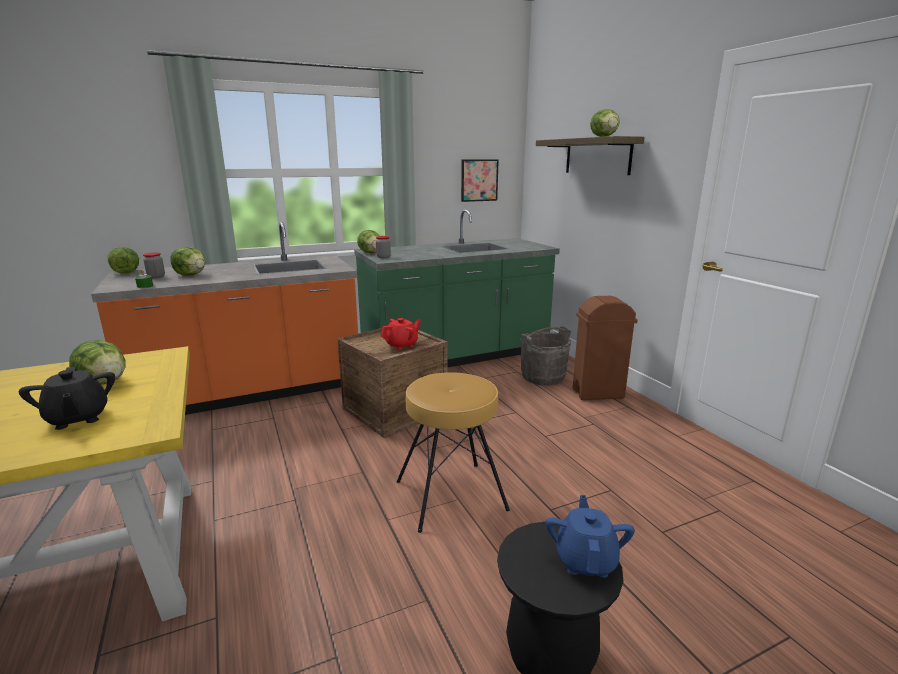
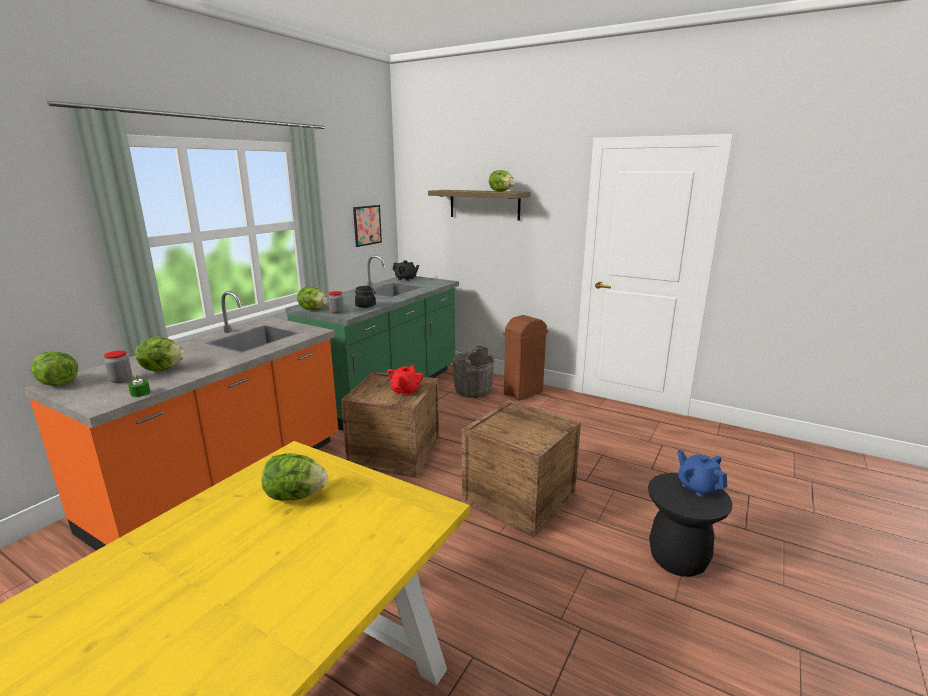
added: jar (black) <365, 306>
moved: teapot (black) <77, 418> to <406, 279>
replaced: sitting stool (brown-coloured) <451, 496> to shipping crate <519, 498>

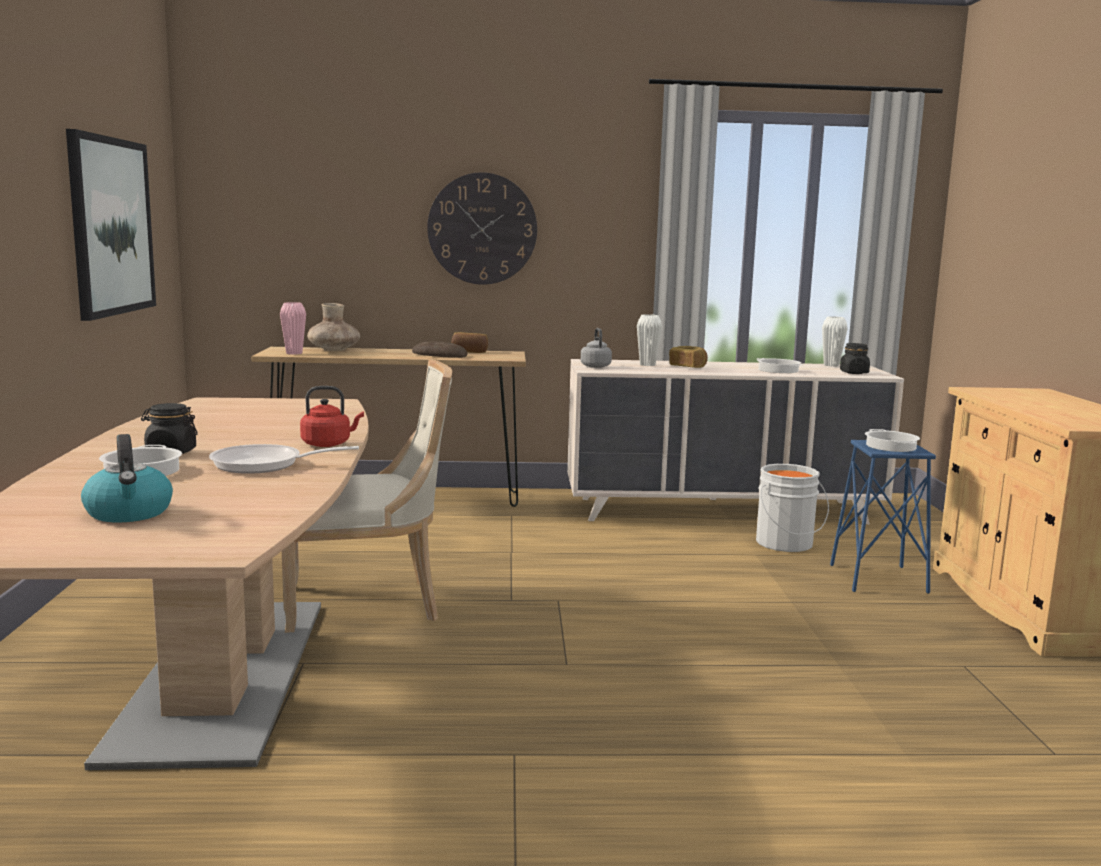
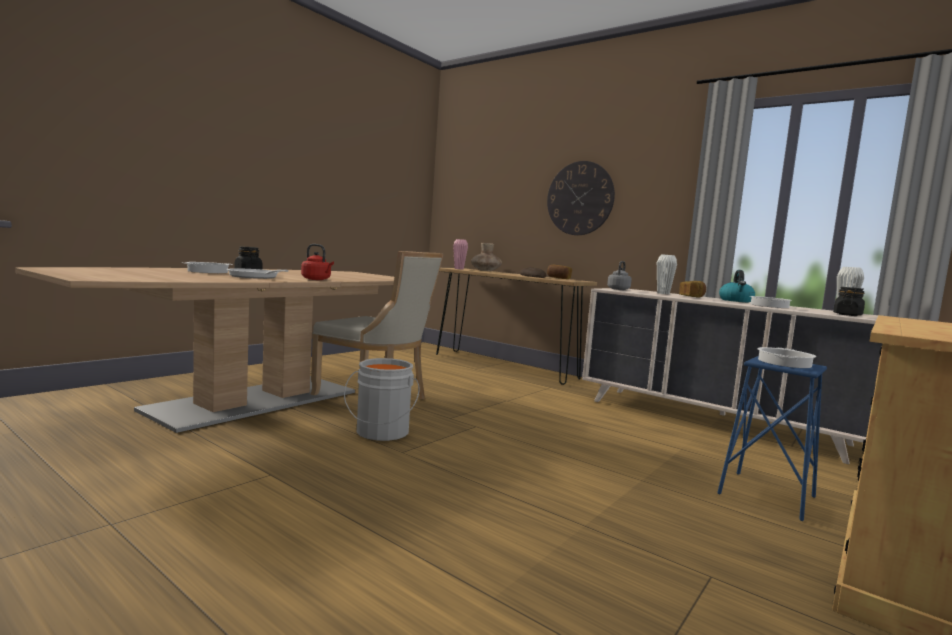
removed: picture <111, 226>
moved: water kettle <129, 513> to <736, 301>; water bucket (grey) <786, 544> to <381, 433>

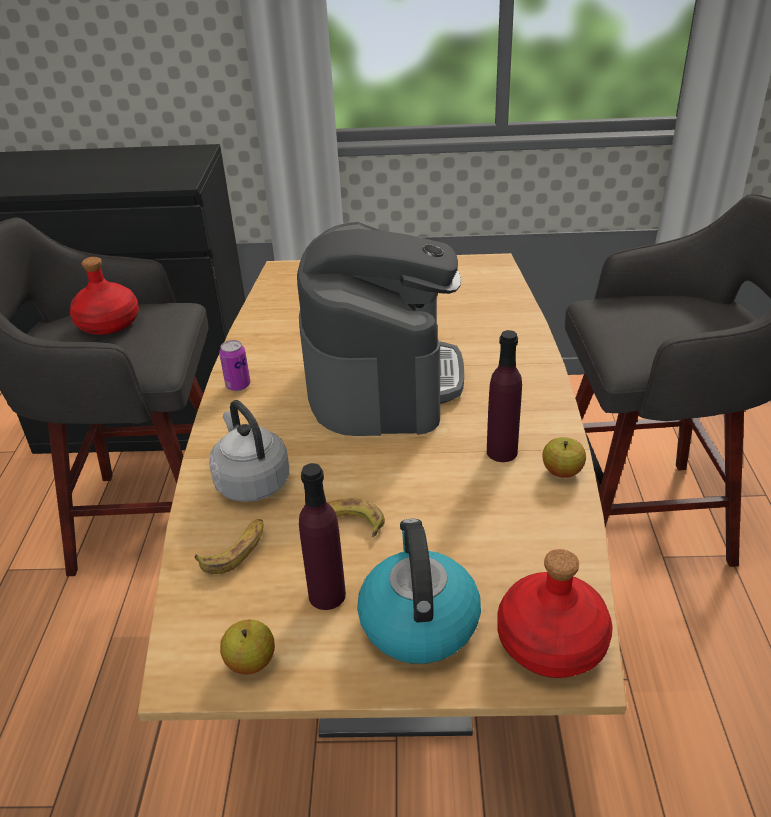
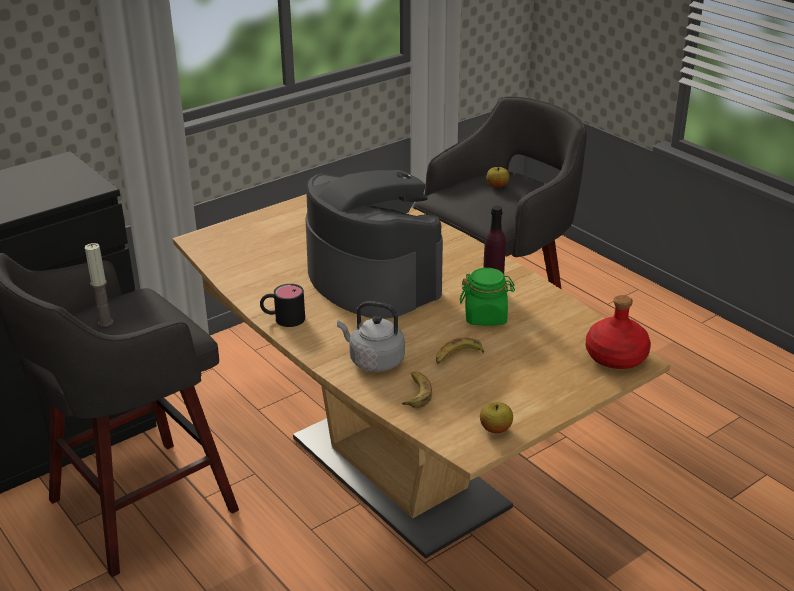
removed: bottle (purple-coloured) <327, 595>; water kettle <418, 620>
added: jar (green) <486, 317>
moved: whole apple <562, 471> to <497, 186>
replaced: bottle (reddish) <108, 324> to wax light <105, 322>; sealed can <238, 385> to coffee mug (black) <283, 318>

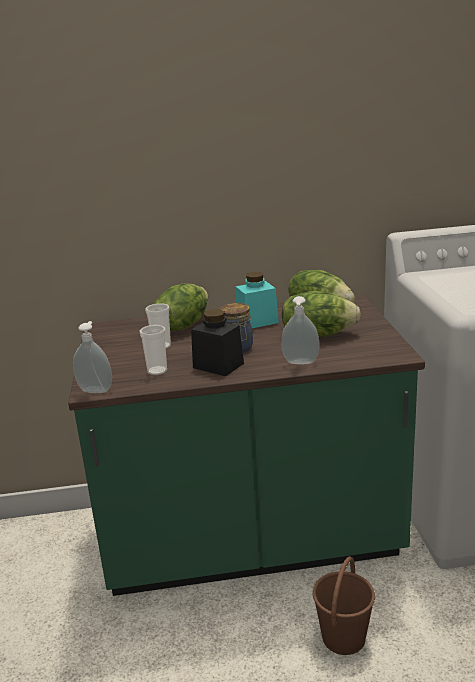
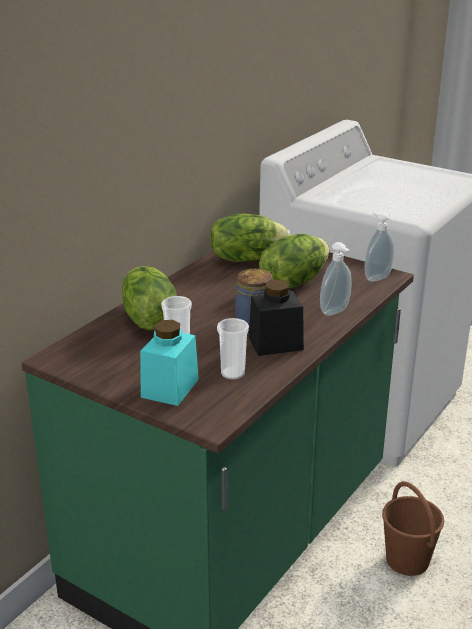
moved: soap dispenser <96, 390> to <376, 277>; jar (blue-green) <257, 321> to <170, 388>

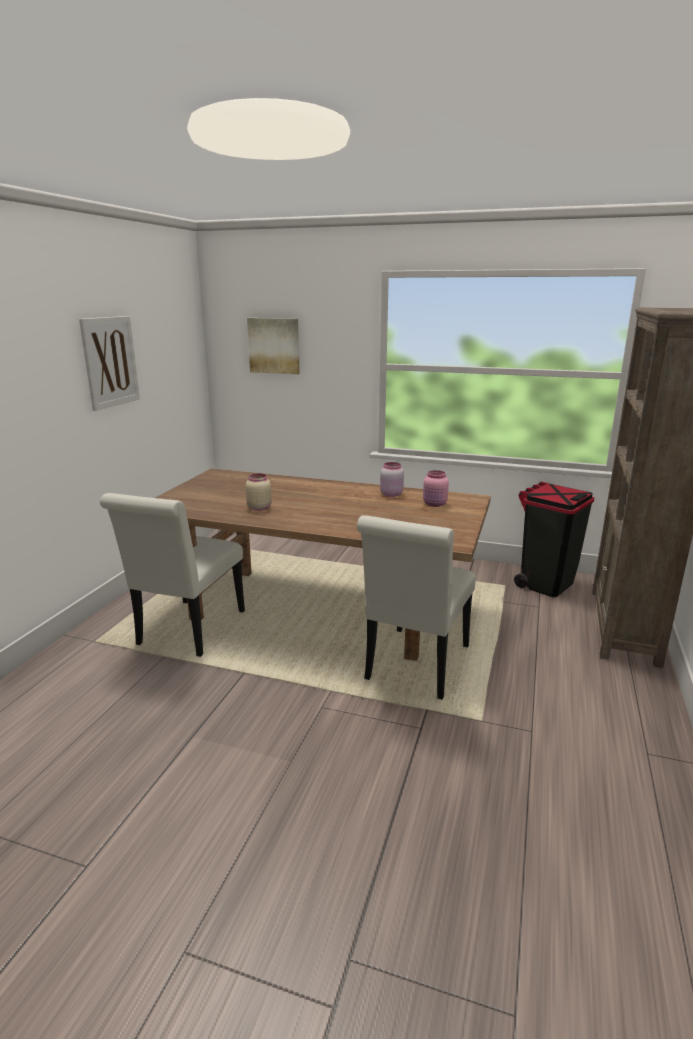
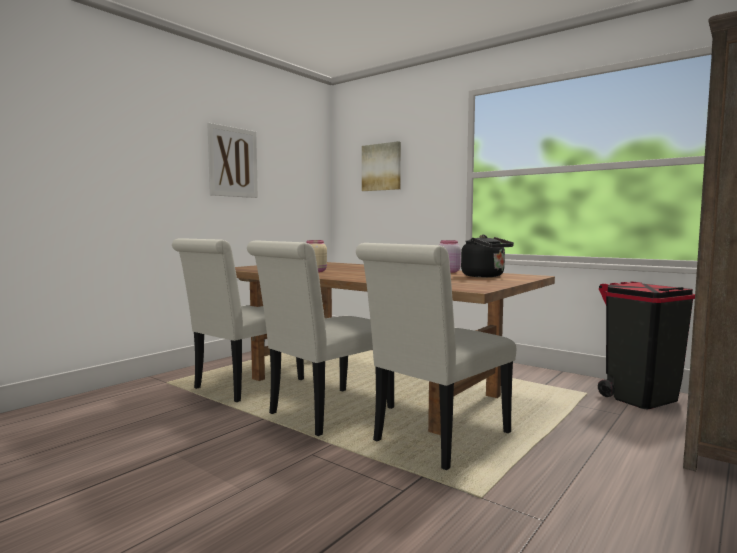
added: upright chair (white-coloured) <325, 413>
replaced: jar (pinkish) <435, 504> to water kettle (black) <485, 276>

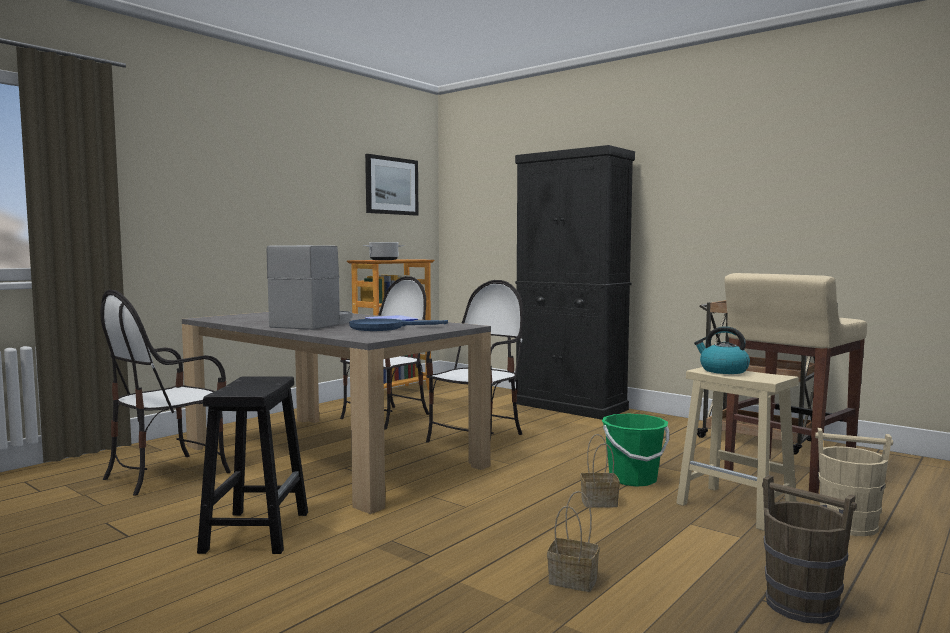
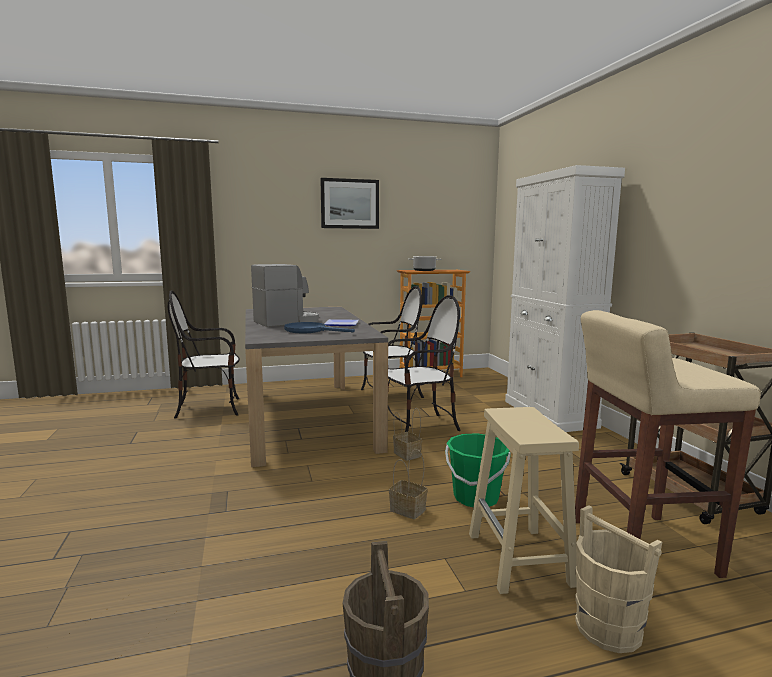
removed: sitting stool (black) <256, 531>; water kettle <723, 370>
moved: picture <391, 186> to <350, 204>; household basket <571, 580> to <406, 454>
recoloured: storage cabinet (black) <570, 406> to storage cabinet (white-coloured) <549, 414>

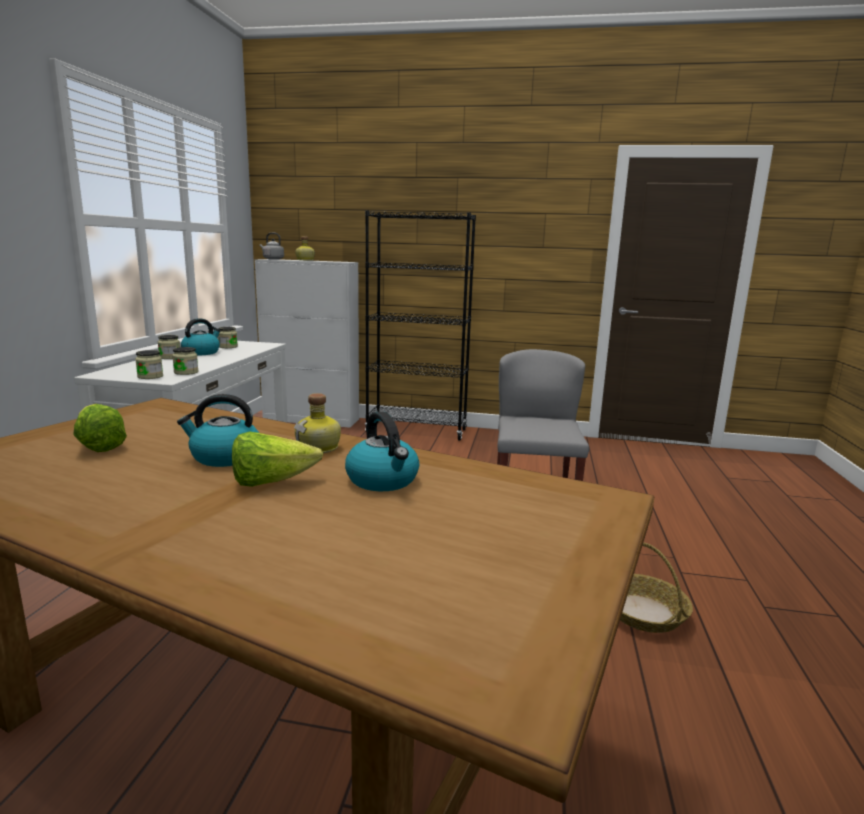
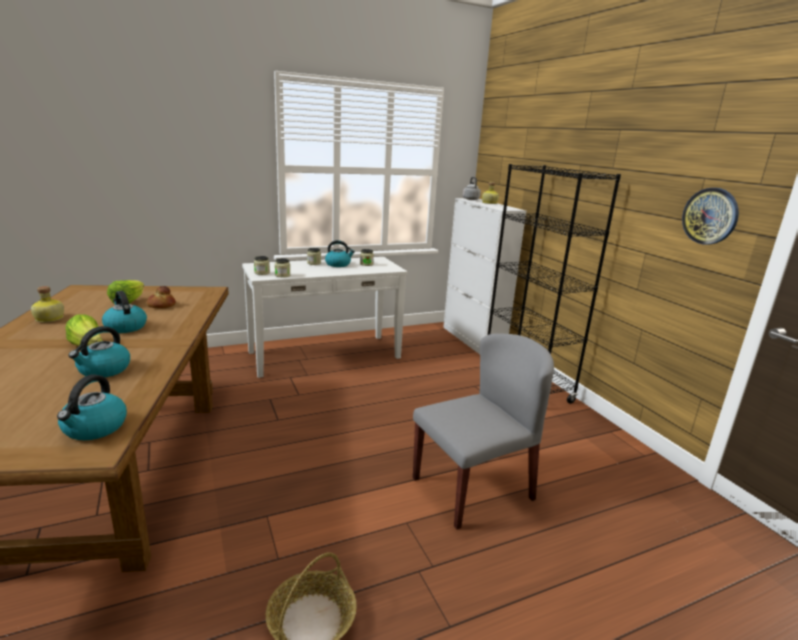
added: water kettle <94, 428>; bread <161, 305>; clock on the wall <710, 216>
moved: bottle <319, 448> to <49, 319>

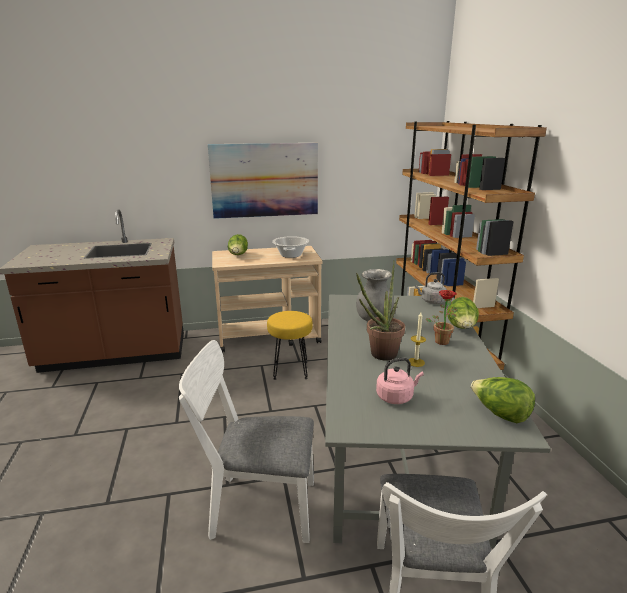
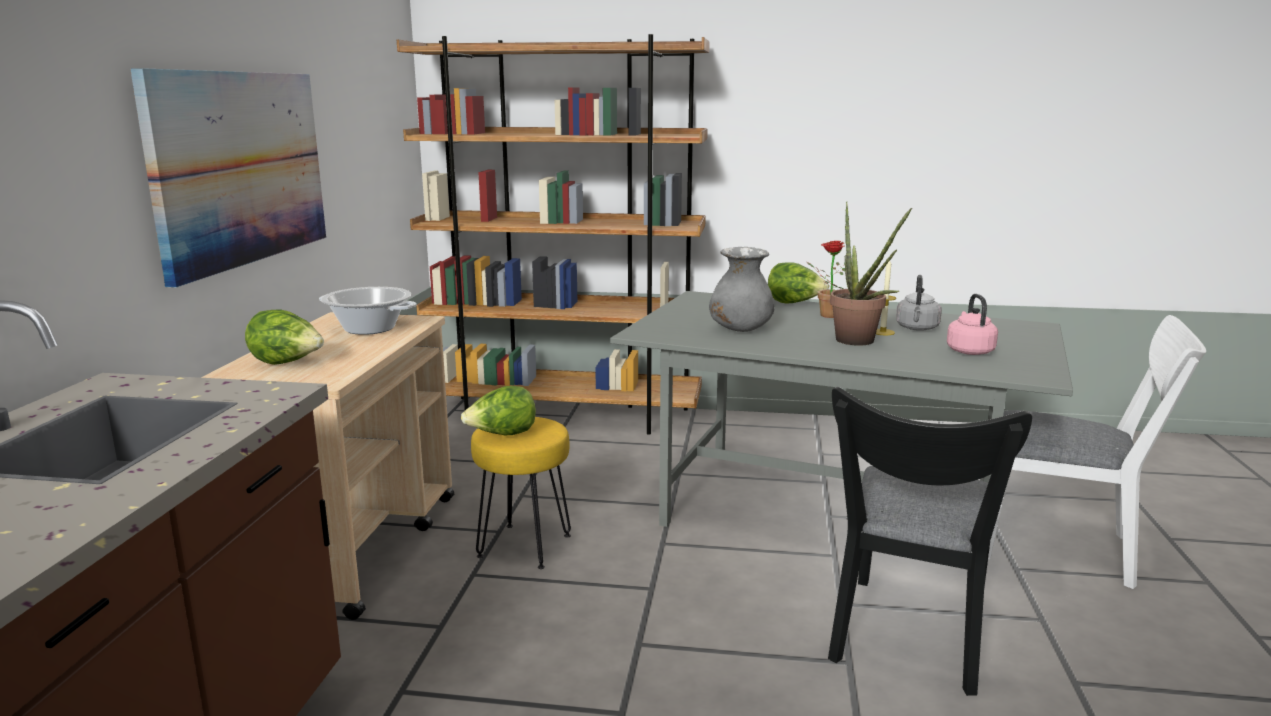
moved: water kettle (grey) <431, 301> to <917, 328>; lettuce head <500, 414> to <502, 435>
recoloured: upright chair (white-coloured) <255, 507> to upright chair (black) <907, 640>

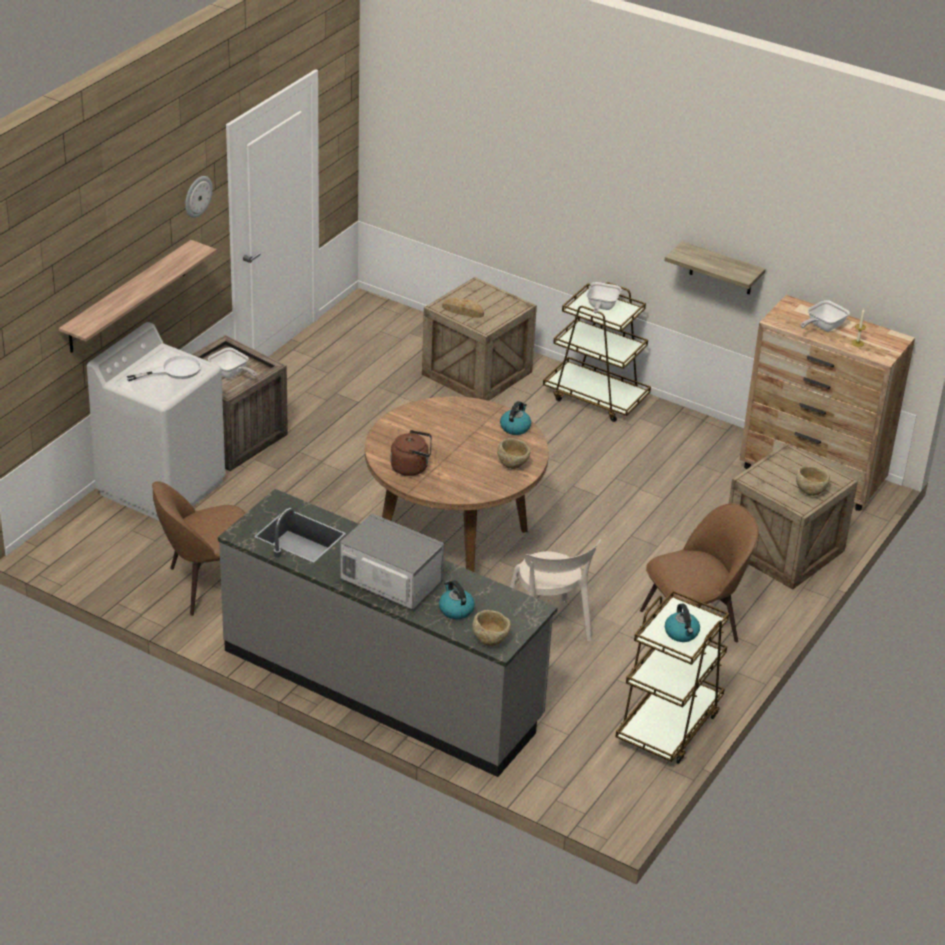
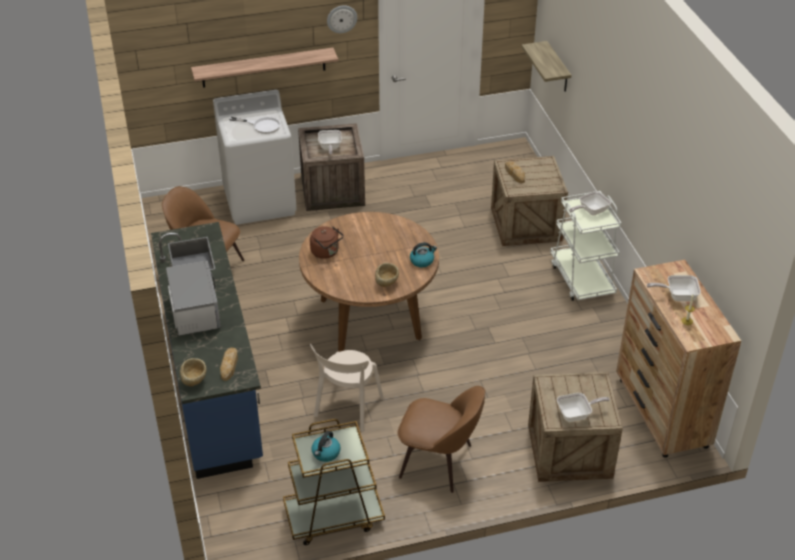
removed: water kettle <455, 609>
added: bread <229, 365>
moved: wall shelf <721, 269> to <558, 68>
replaced: serving bowl (beige-coloured) <810, 491> to skillet <576, 414>
recoloured: kitchen counter (grey) <382, 685> to kitchen counter (blue-coloured) <213, 382>; cart (brown-coloured) <596, 397> to cart (white-coloured) <581, 278>

